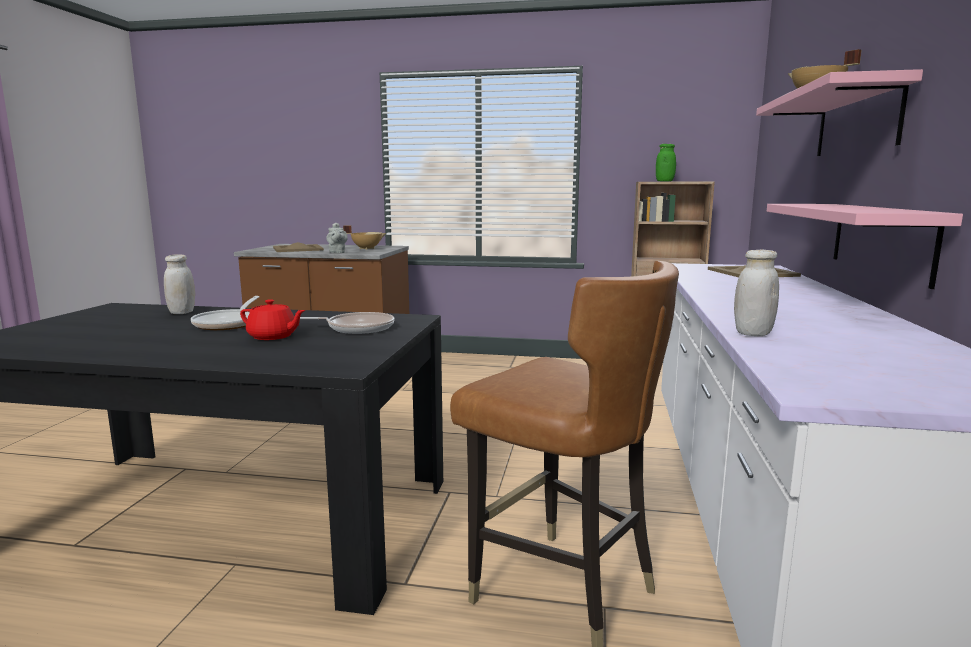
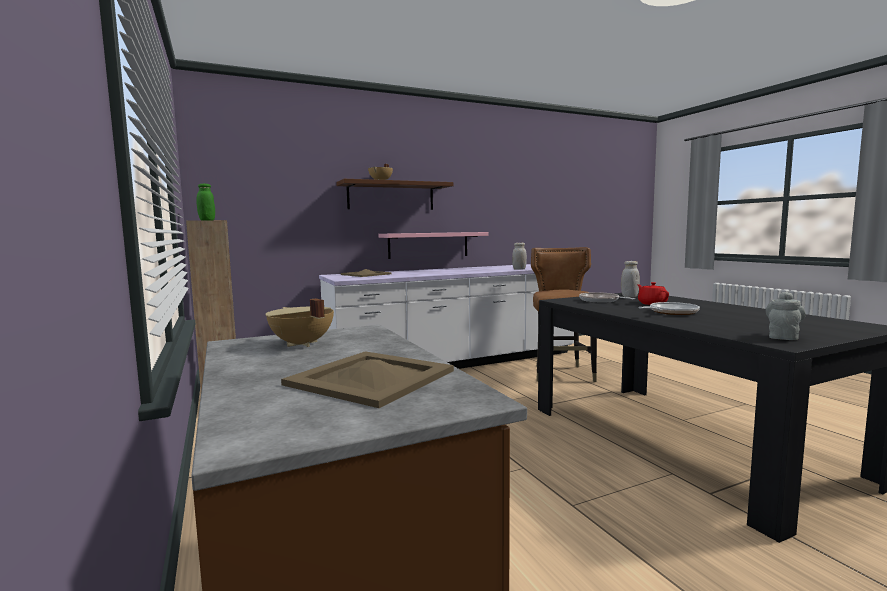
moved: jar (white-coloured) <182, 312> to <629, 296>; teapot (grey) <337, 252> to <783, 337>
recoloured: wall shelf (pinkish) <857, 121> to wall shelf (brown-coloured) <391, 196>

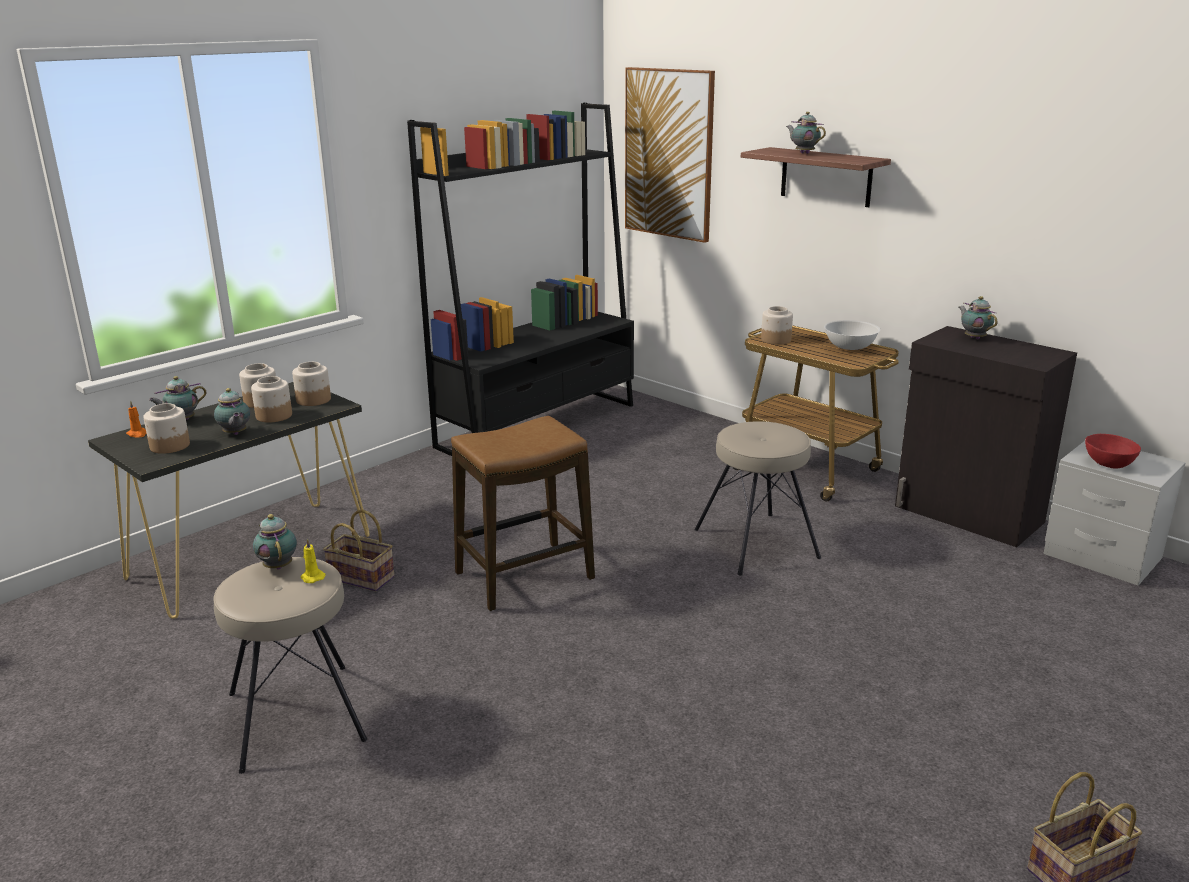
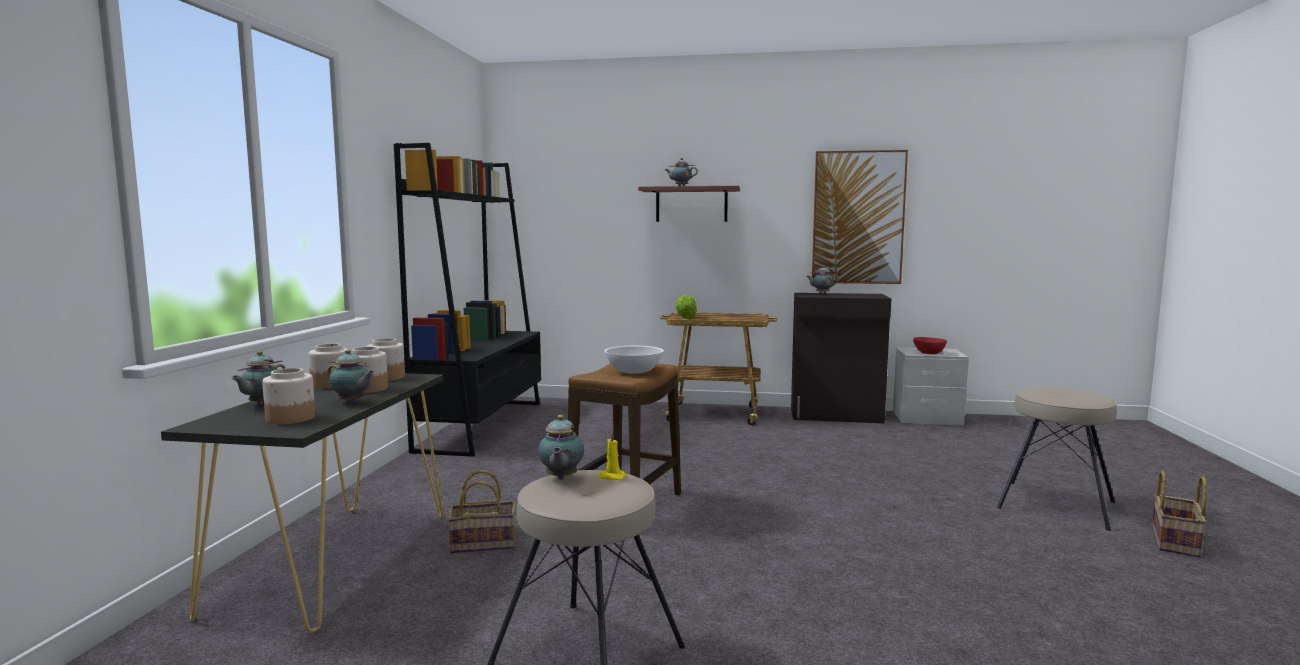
removed: wax light (orangey) <137, 434>
moved: picture <669, 154> to <858, 218>; sitting stool (beige-coloured) <757, 543> to <1056, 504>; serving bowl (white-coloured) <850, 347> to <634, 371>
replaced: jar <775, 340> to lettuce head <685, 317>
turned: teapot <278, 565> = <560, 478> 120 degrees counterclockwise

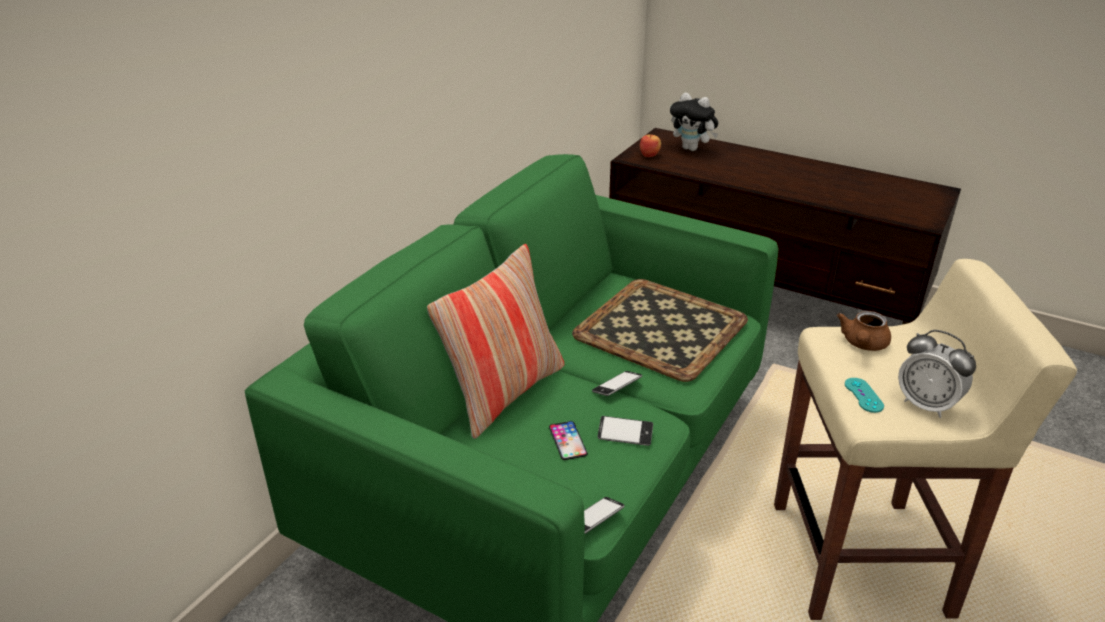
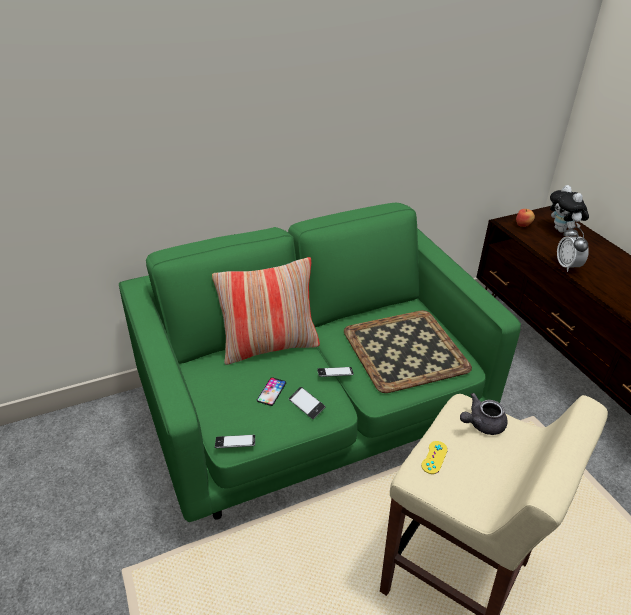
moved: alarm clock <926, 405> to <567, 266>
recoloured: teapot (brown-coloured) <862, 344> to teapot (grey) <481, 424>; joypad (blue-green) <863, 395> to joypad (yellow-coloured) <434, 457>

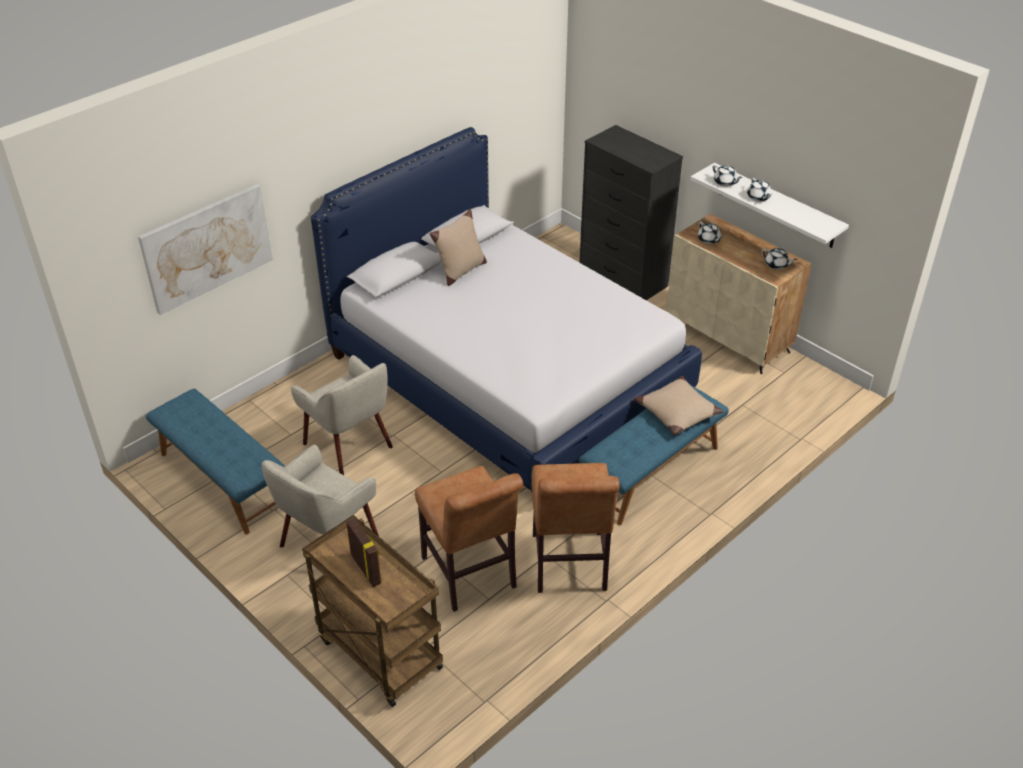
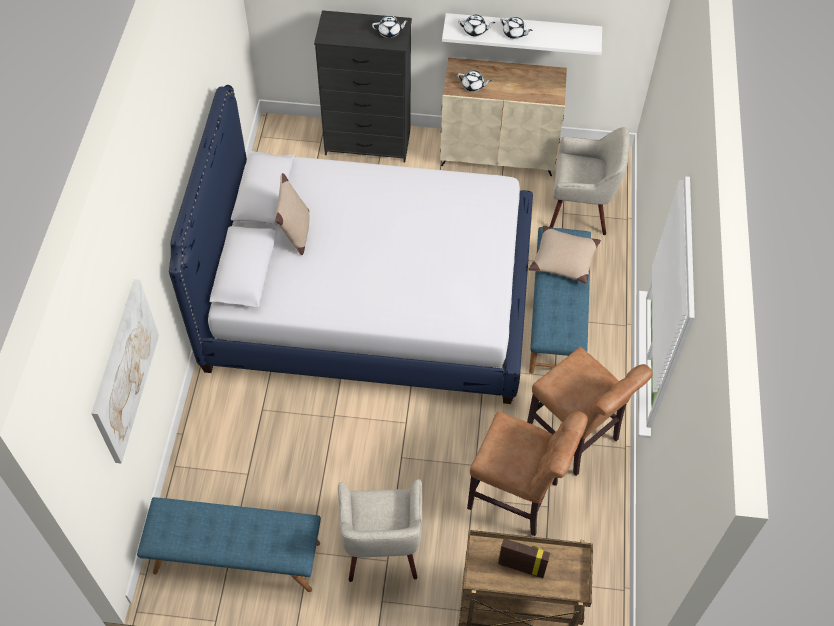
moved: lounge chair (beige-coloured) <349, 445> to <580, 210>; teapot (white-coloured) <776, 265> to <390, 32>

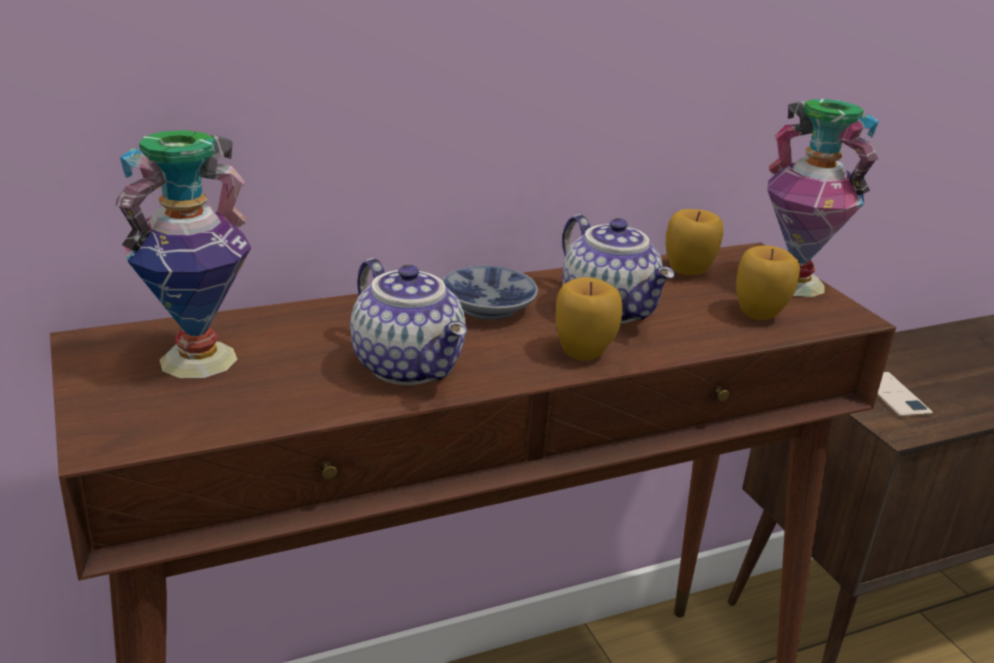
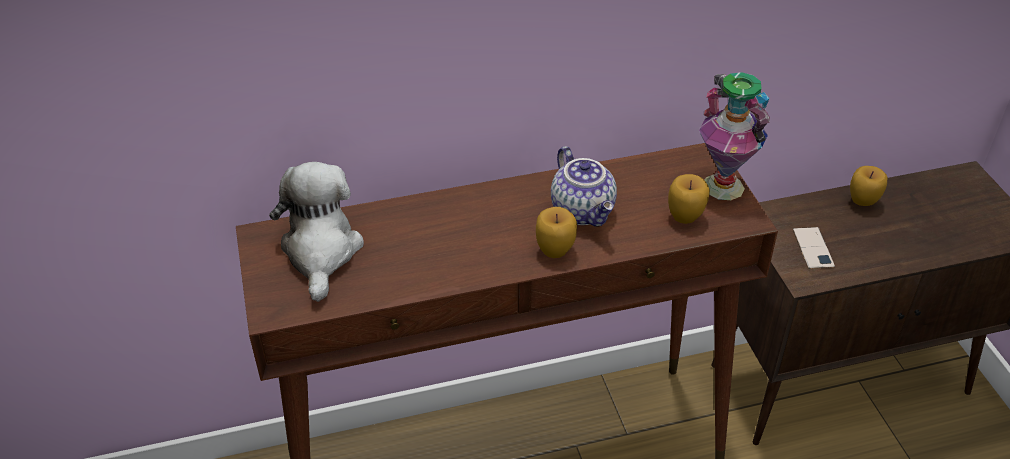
removed: teapot <410, 366>; serving bowl <487, 309>
moved: whole apple <687, 272> to <862, 202>
replaced: decorative vase <198, 360> to cuddly toy <321, 251>

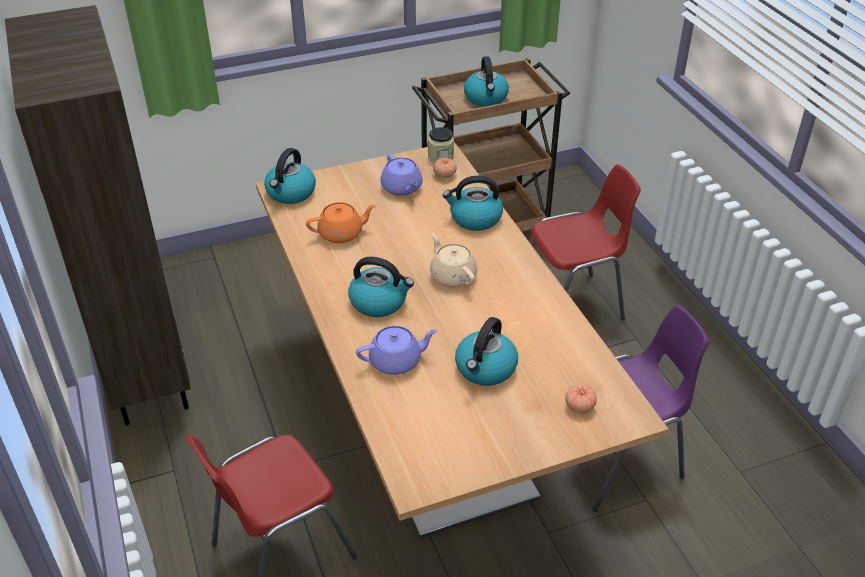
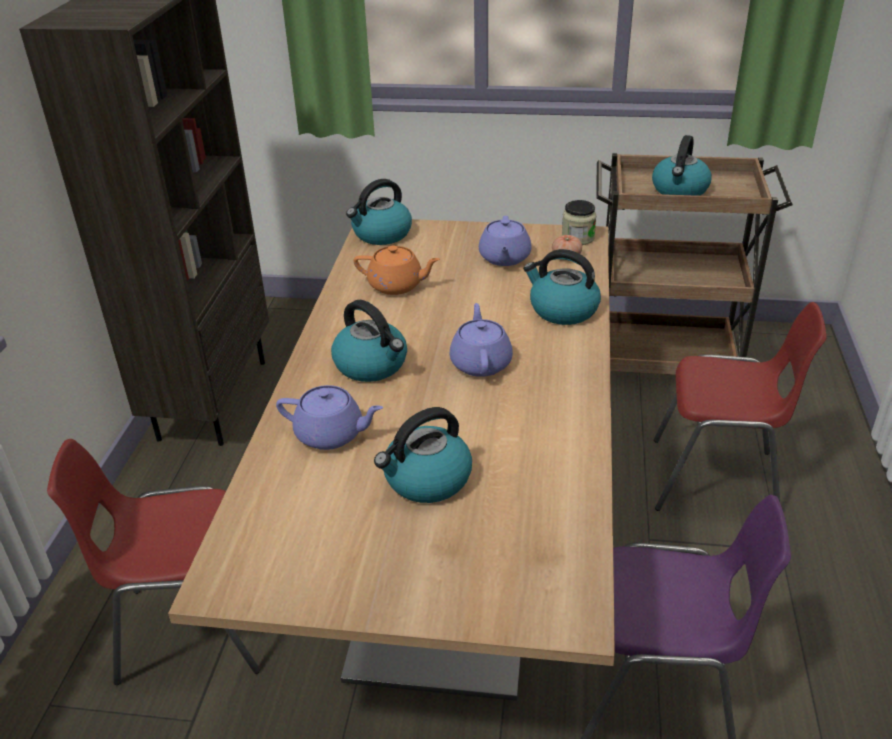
removed: whole tomato <579, 406>
recoloured: teapot (beige-coloured) <452, 275> to teapot (purple-coloured) <481, 362>

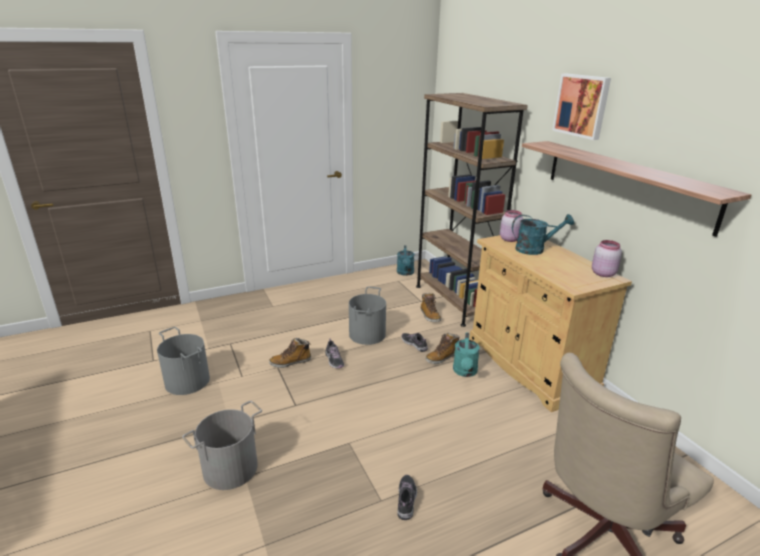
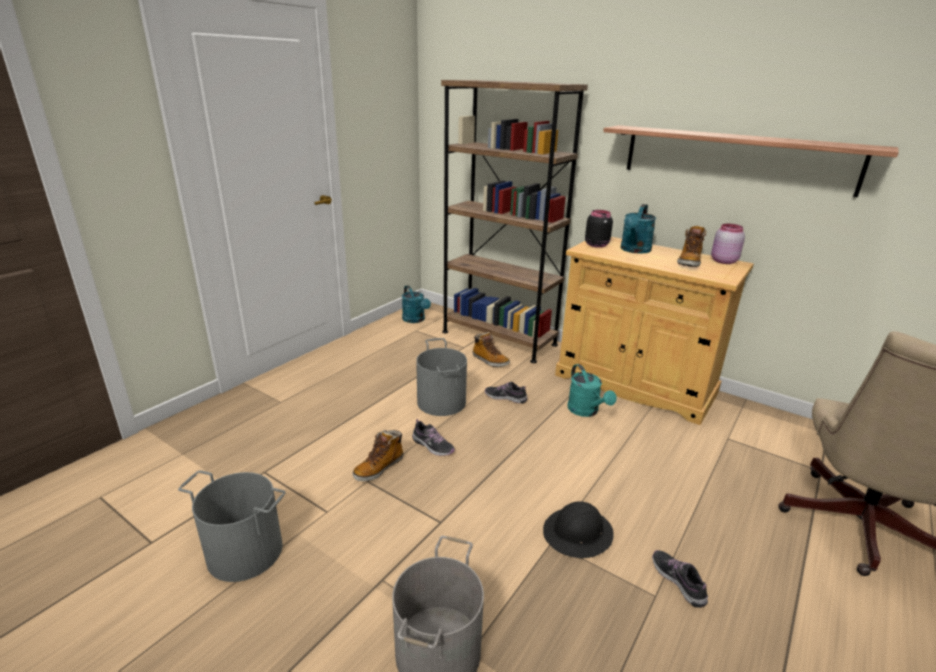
removed: picture <582, 105>
added: safety helmet (black) <578, 534>
moved: high-top boot <442, 357> to <689, 262>
recoloured: jar (pinkish) <510, 239> to jar (black) <596, 245>
turned: watering can (blue-green) <535, 249> = <634, 250> 150 degrees clockwise

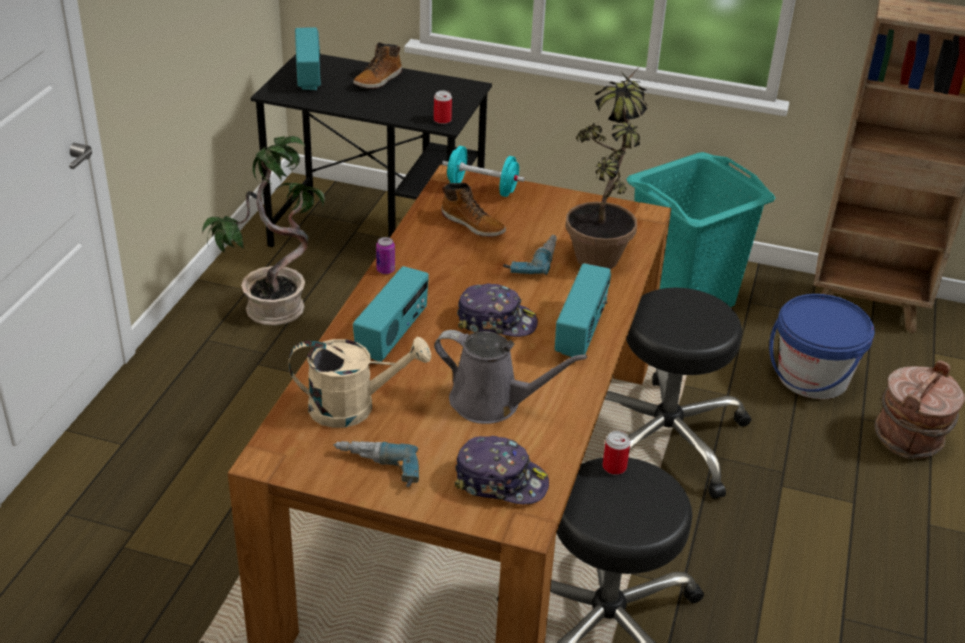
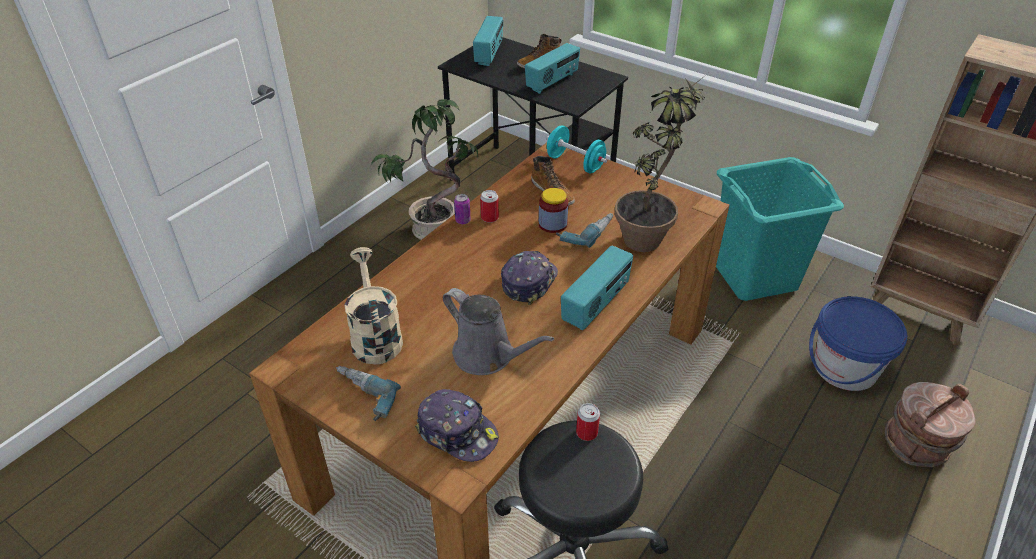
removed: sitting stool (black) <663, 439>
added: jar <552, 224>
moved: radio receiver <393, 335> to <552, 82>; sealed can <442, 120> to <489, 218>
turned: watering can (beige-coloured) <354, 407> = <375, 336> 120 degrees counterclockwise; baseball cap <496, 321> = <528, 282> 90 degrees counterclockwise

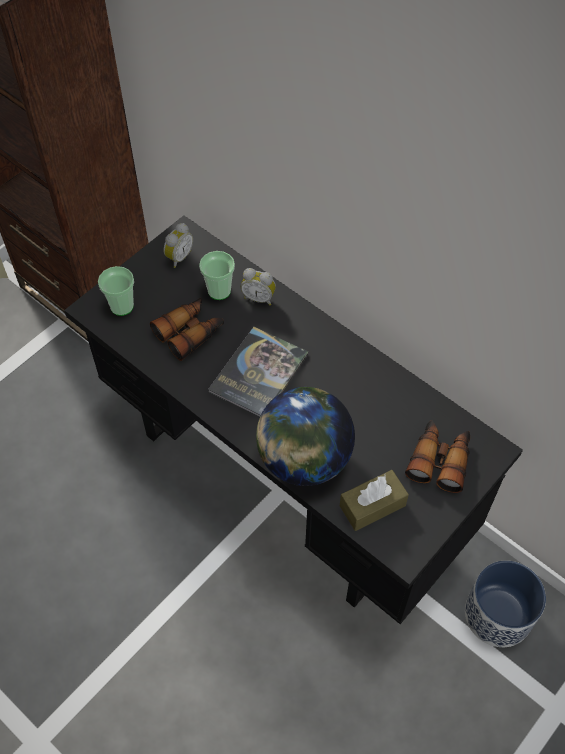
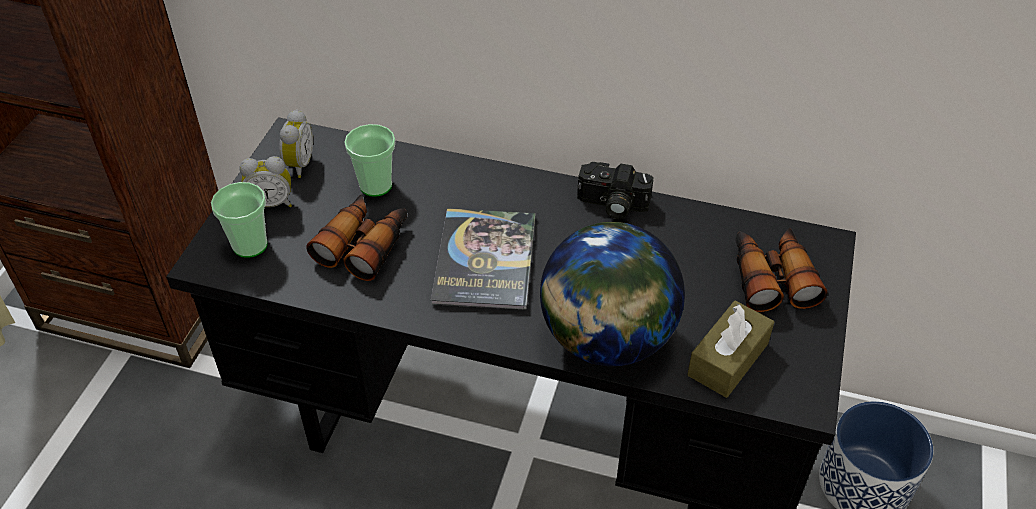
added: photo camera <611, 205>
moved: alarm clock <259, 298> to <271, 203>

